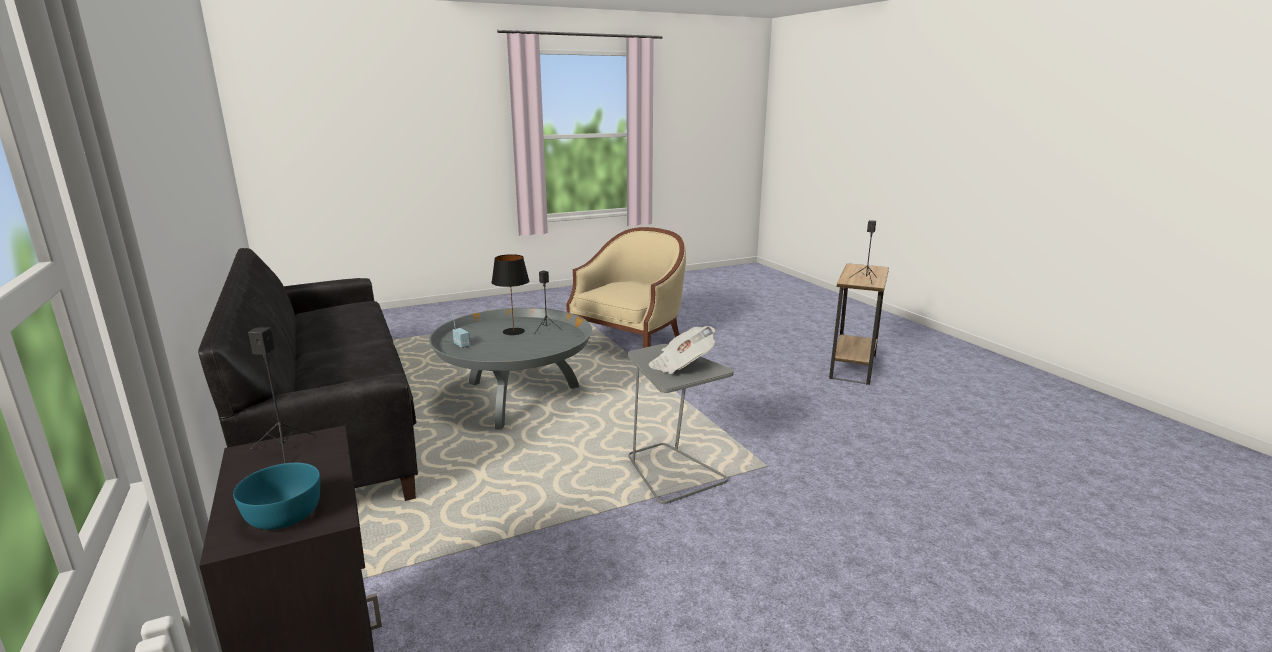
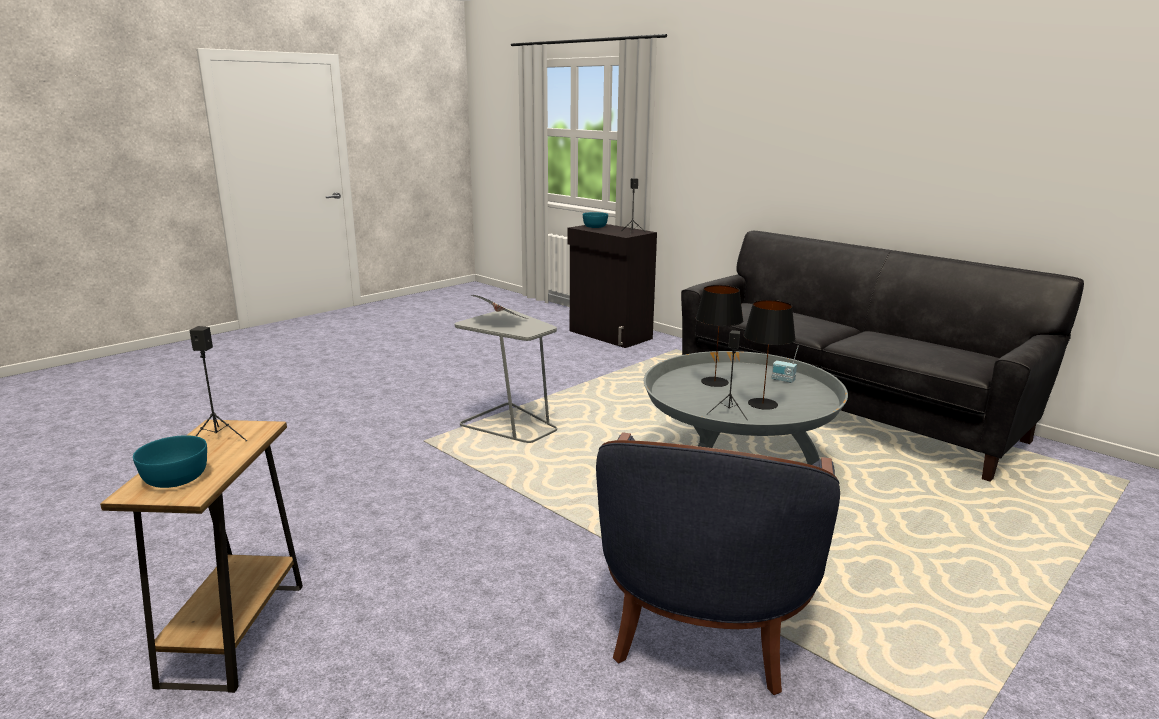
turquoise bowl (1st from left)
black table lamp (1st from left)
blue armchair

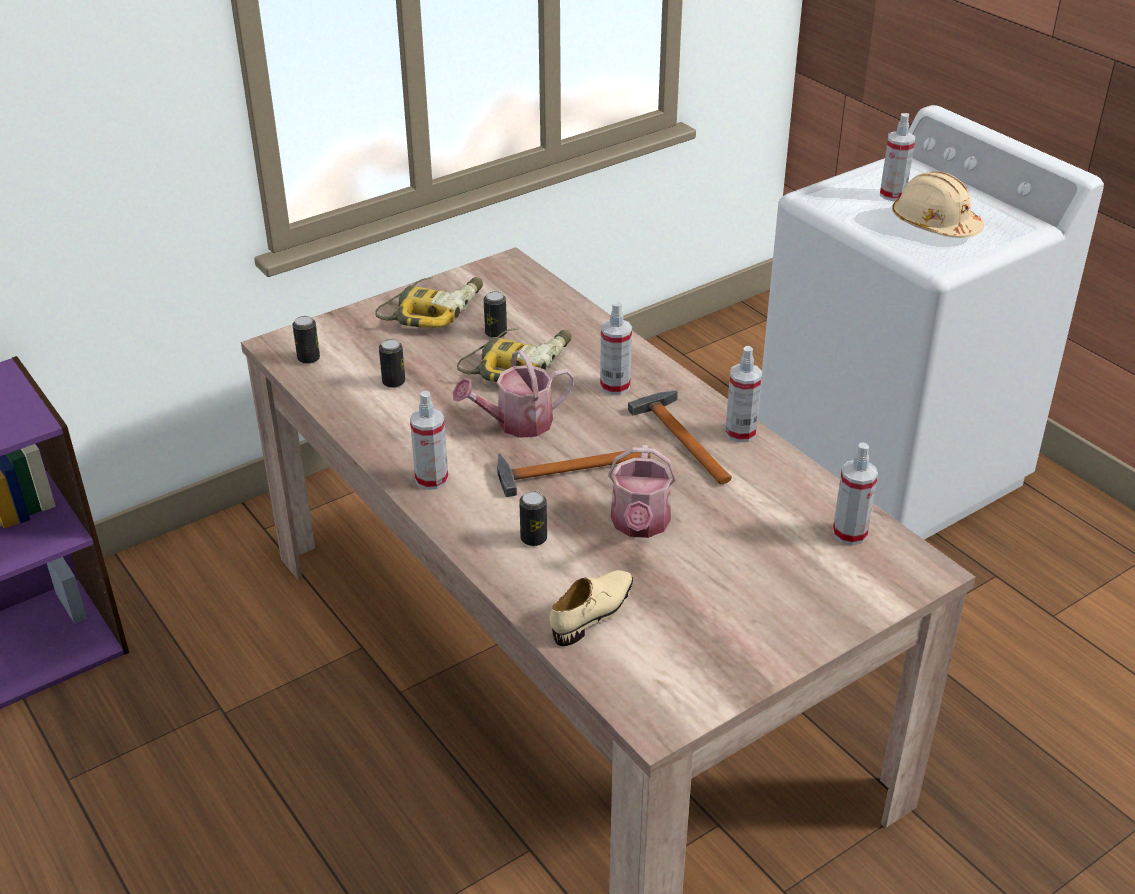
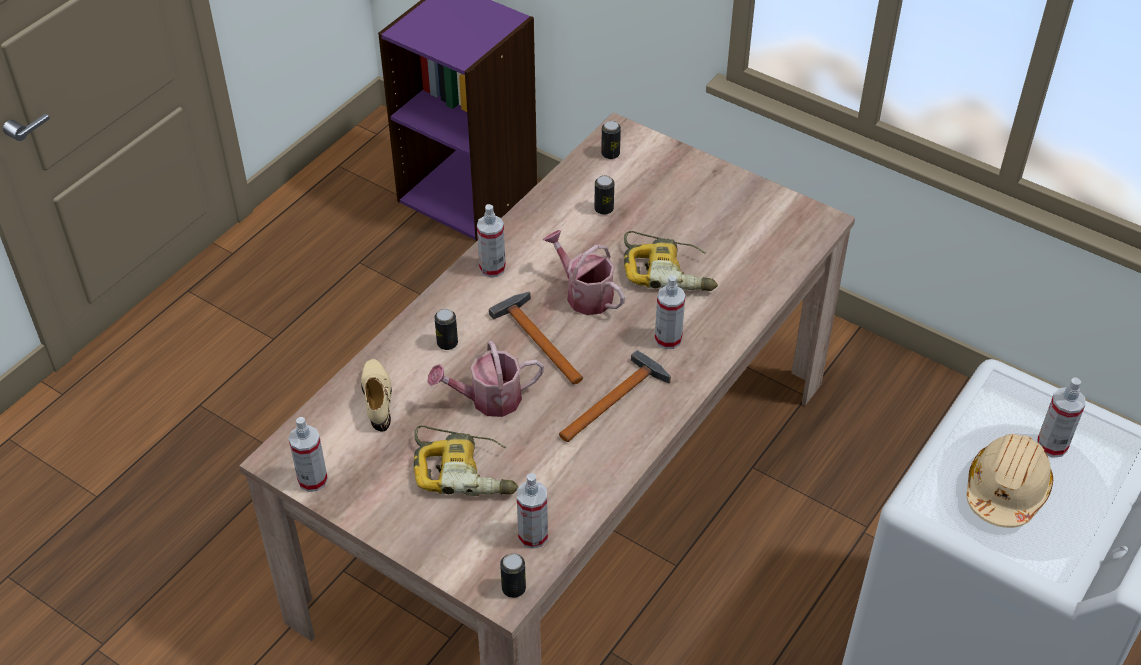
power drill (1st from left)
can (2nd from left)
spray bottle (1st from left)
beige shoe

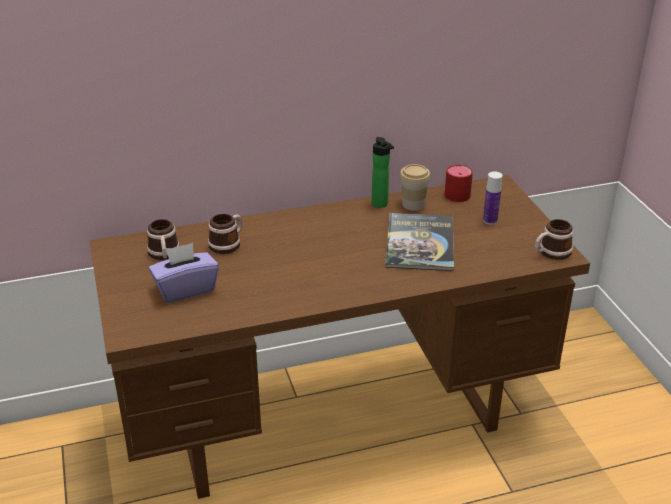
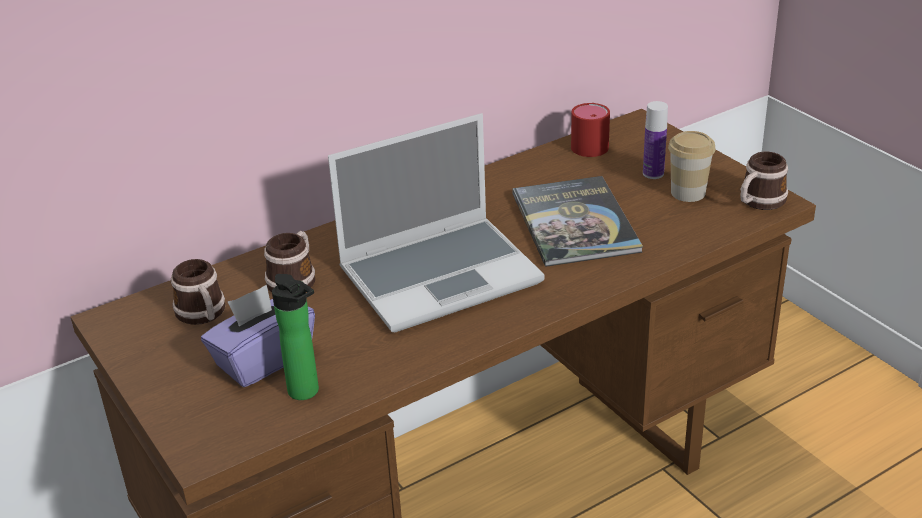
laptop
bottle (1st from left)
cup

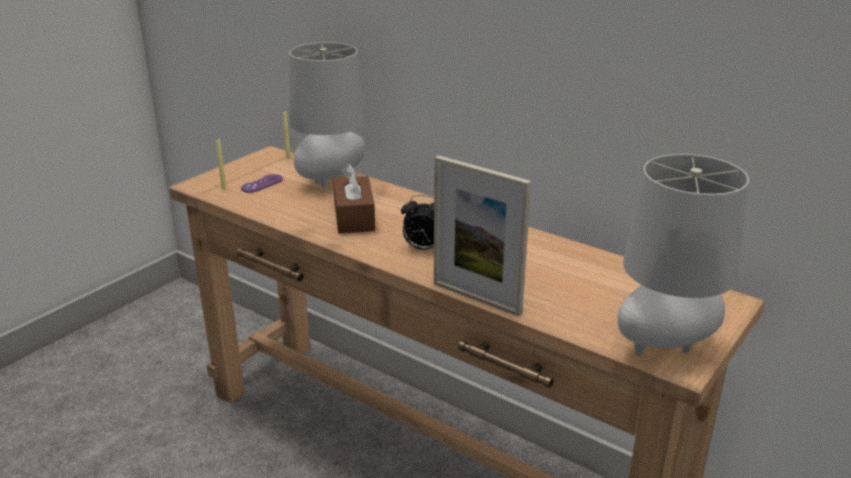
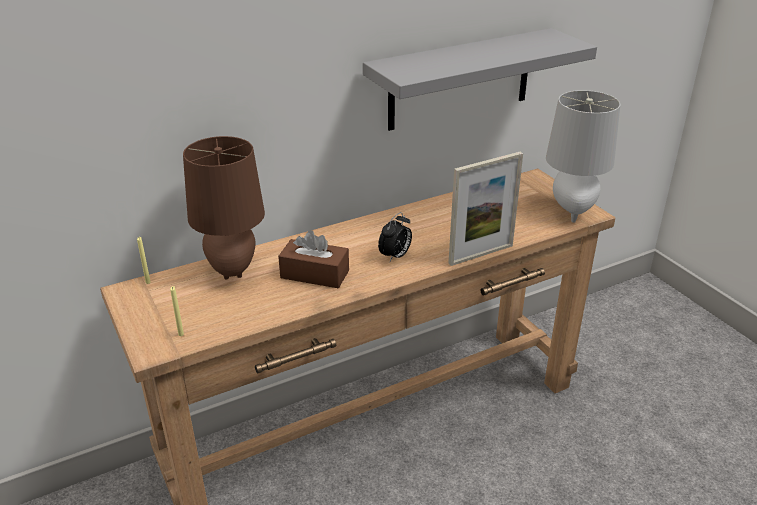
purple game controller
grey shelf
brown table lamp

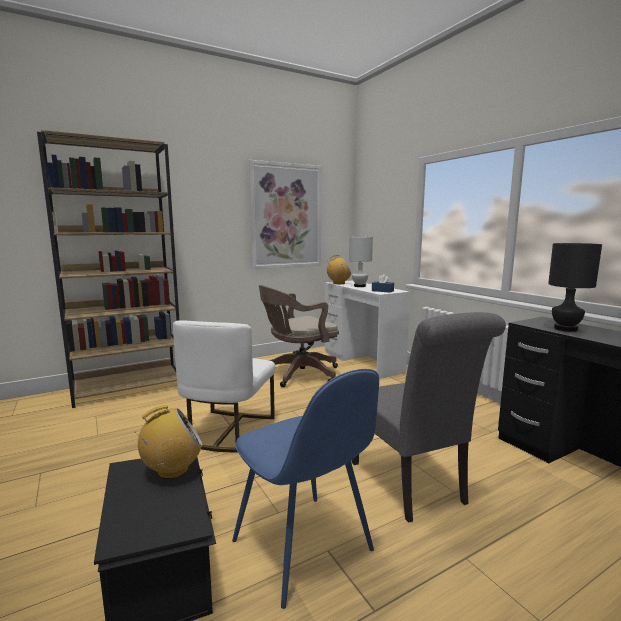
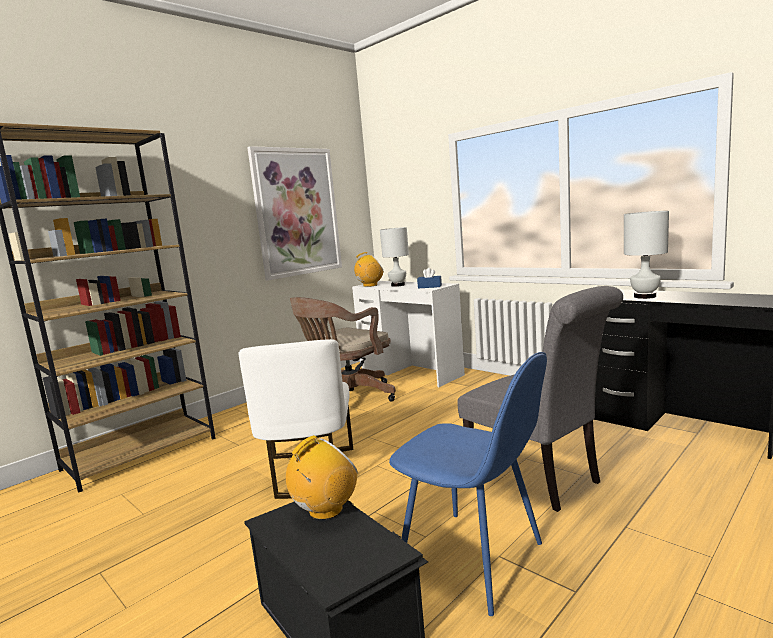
white table lamp (2nd from left)

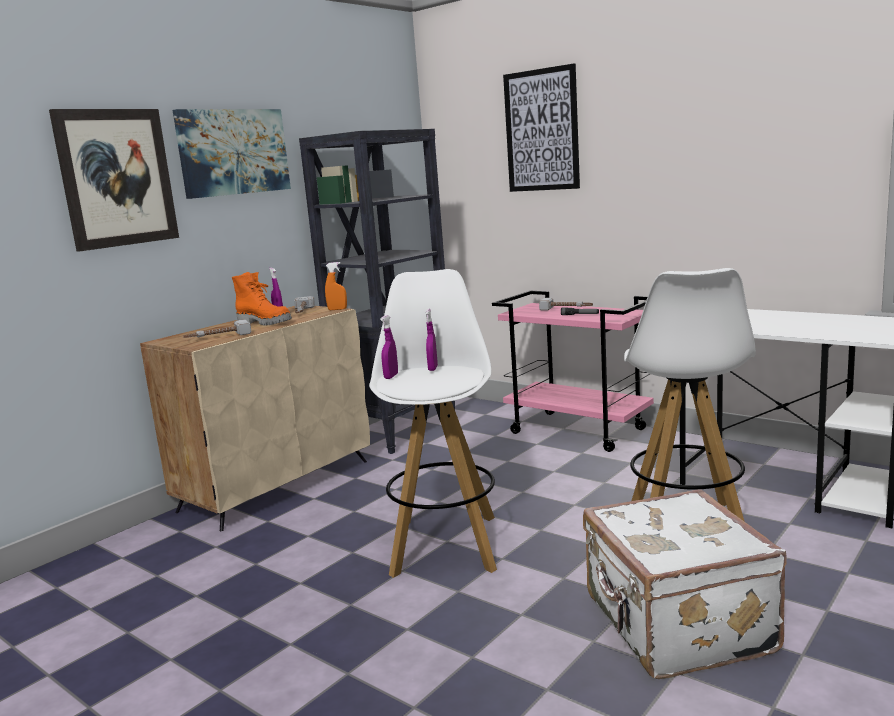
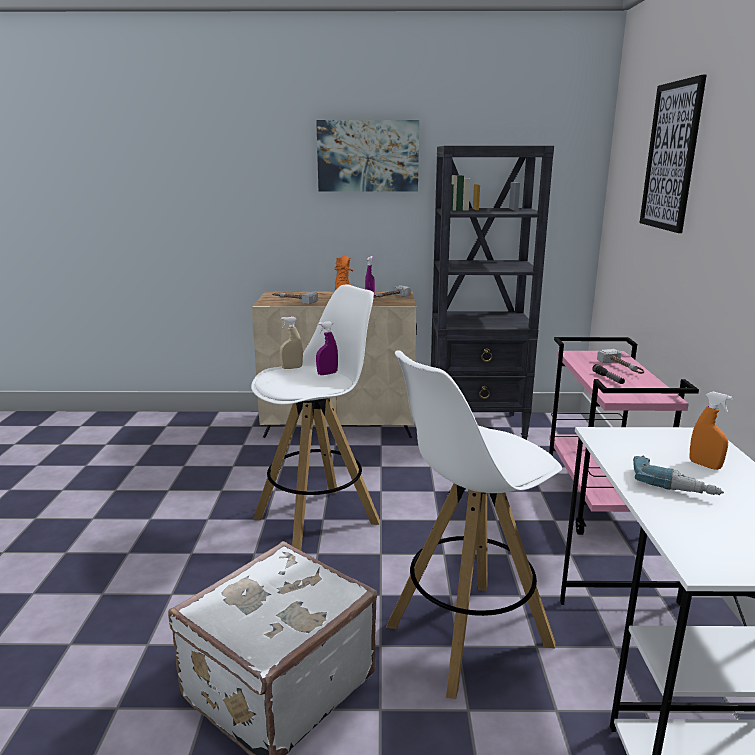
picture (1st from left in the first image)
power drill
orange spray bottle
beige spray bottle

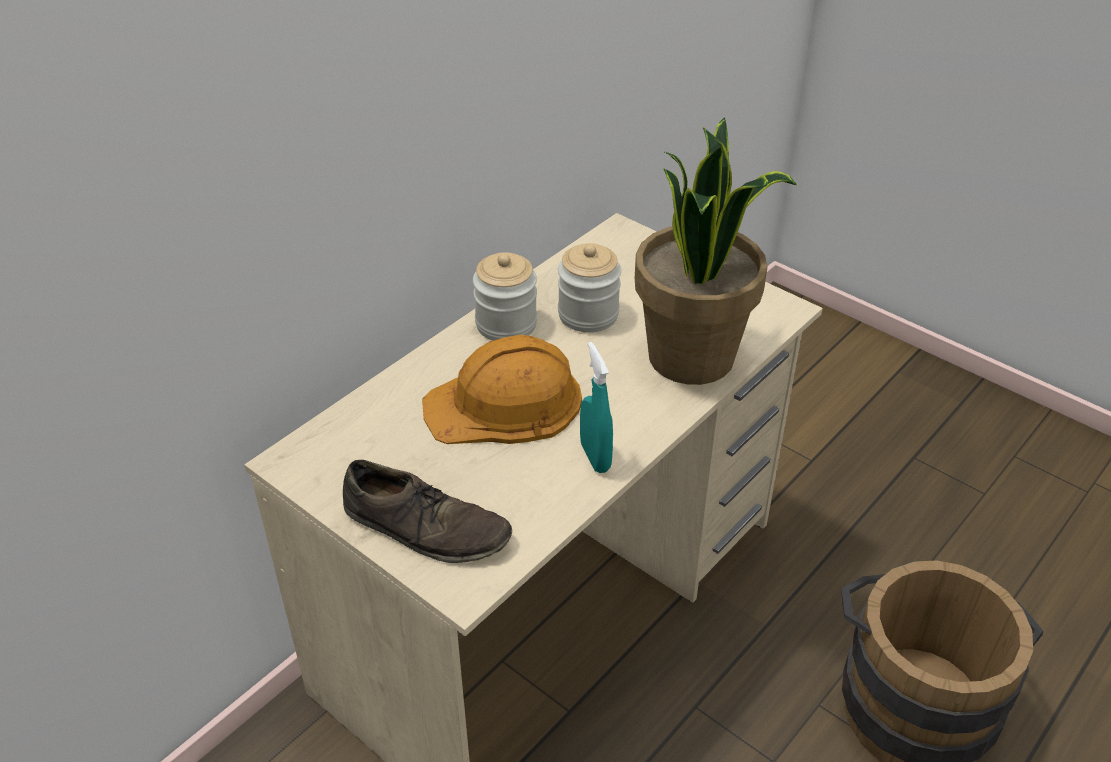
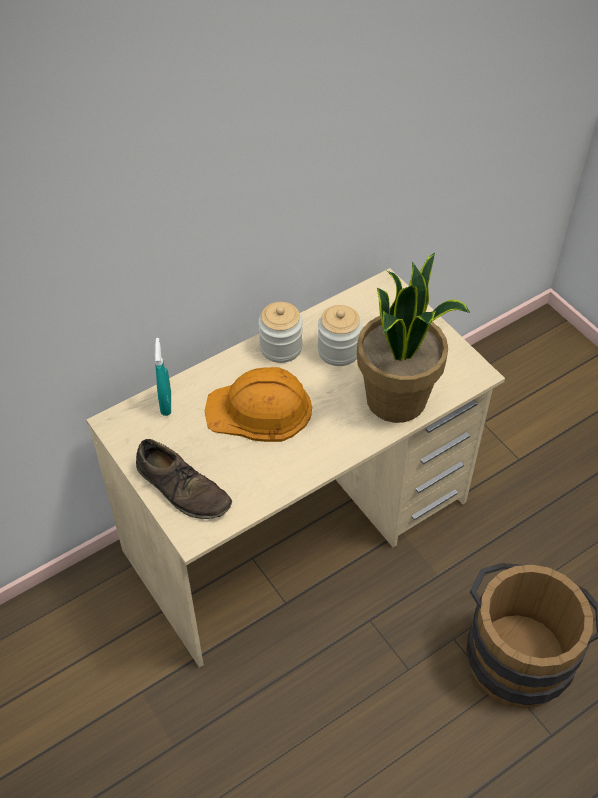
turquoise spray bottle

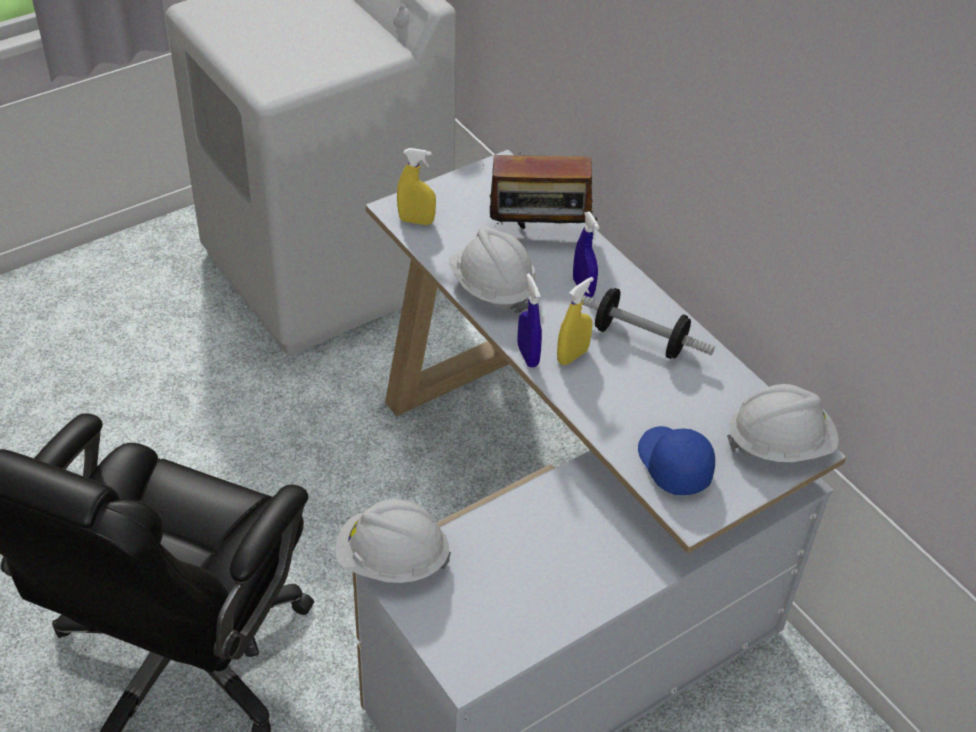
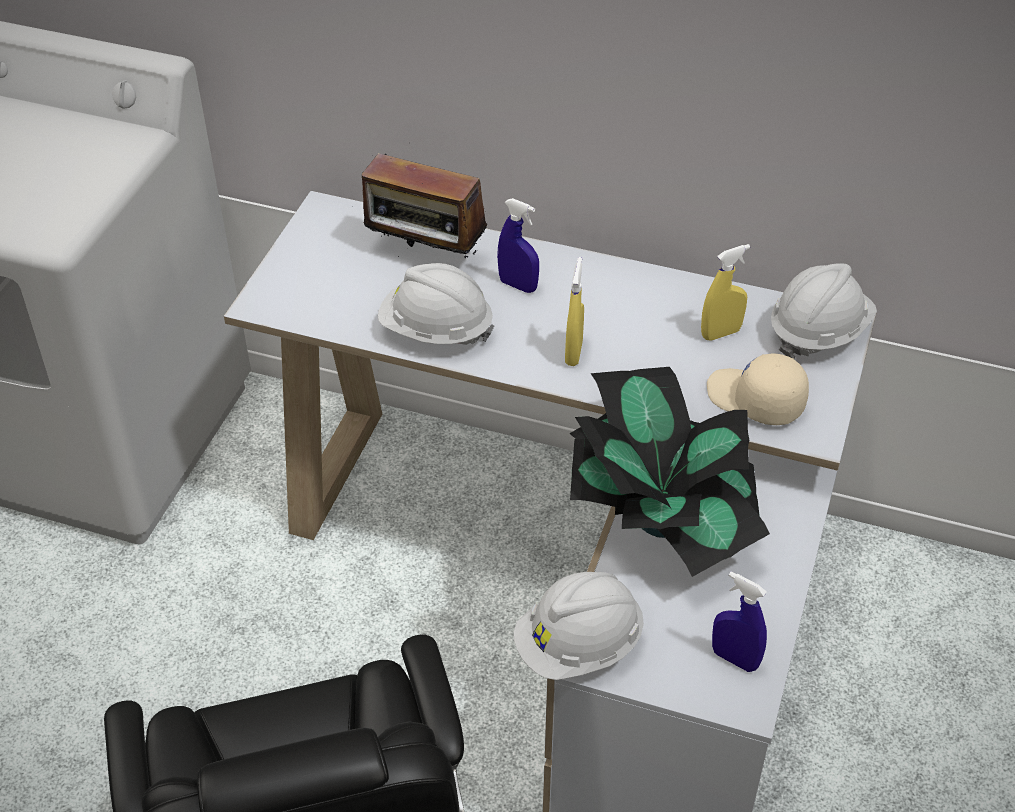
dumbbell
potted plant
yellow spray bottle (2nd from left)
blue spray bottle (2nd from left)
beige cap
radio

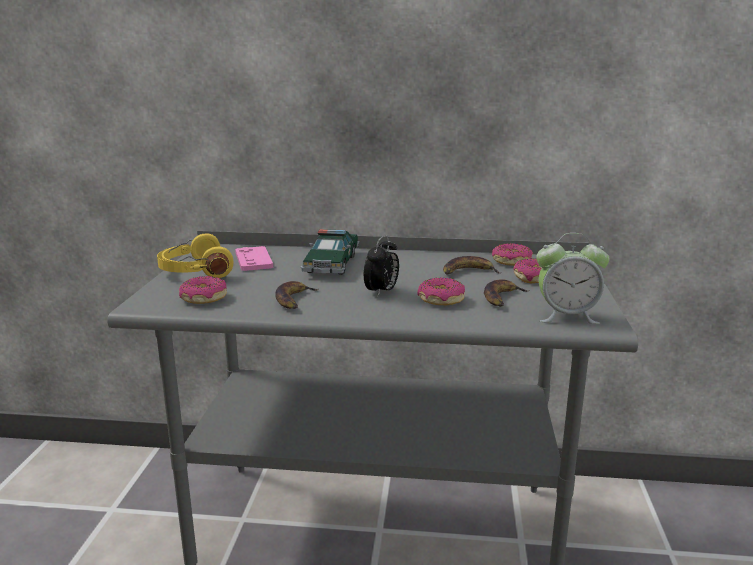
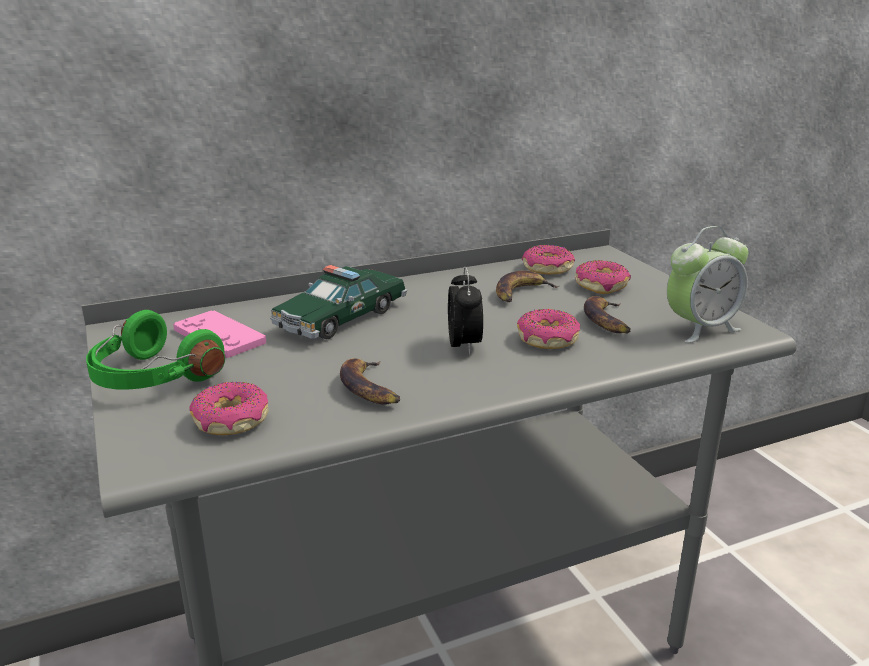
green headphones
toy car

